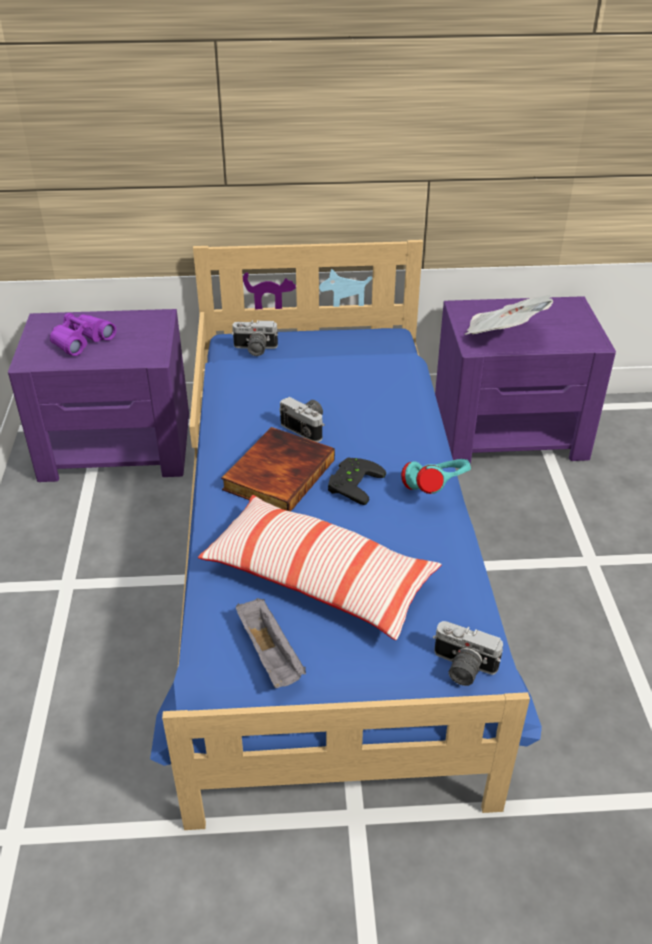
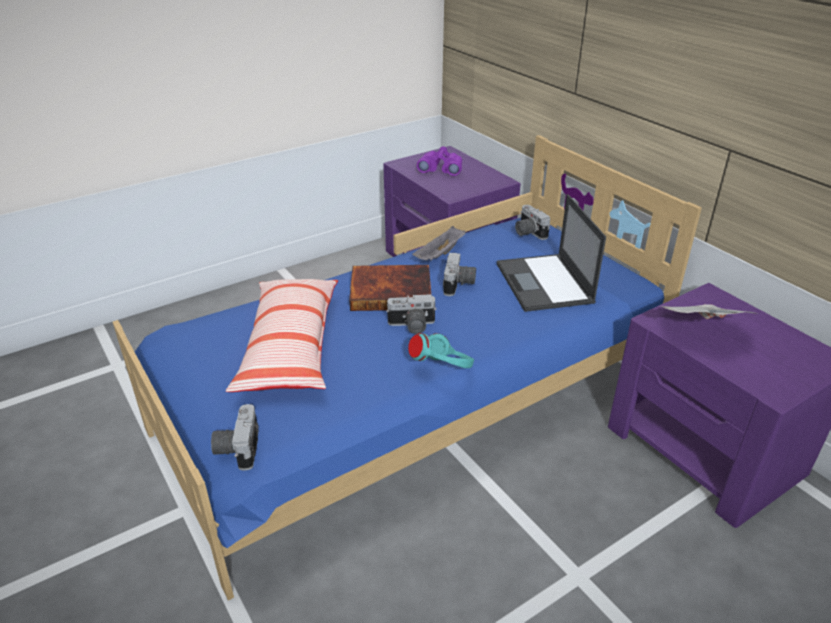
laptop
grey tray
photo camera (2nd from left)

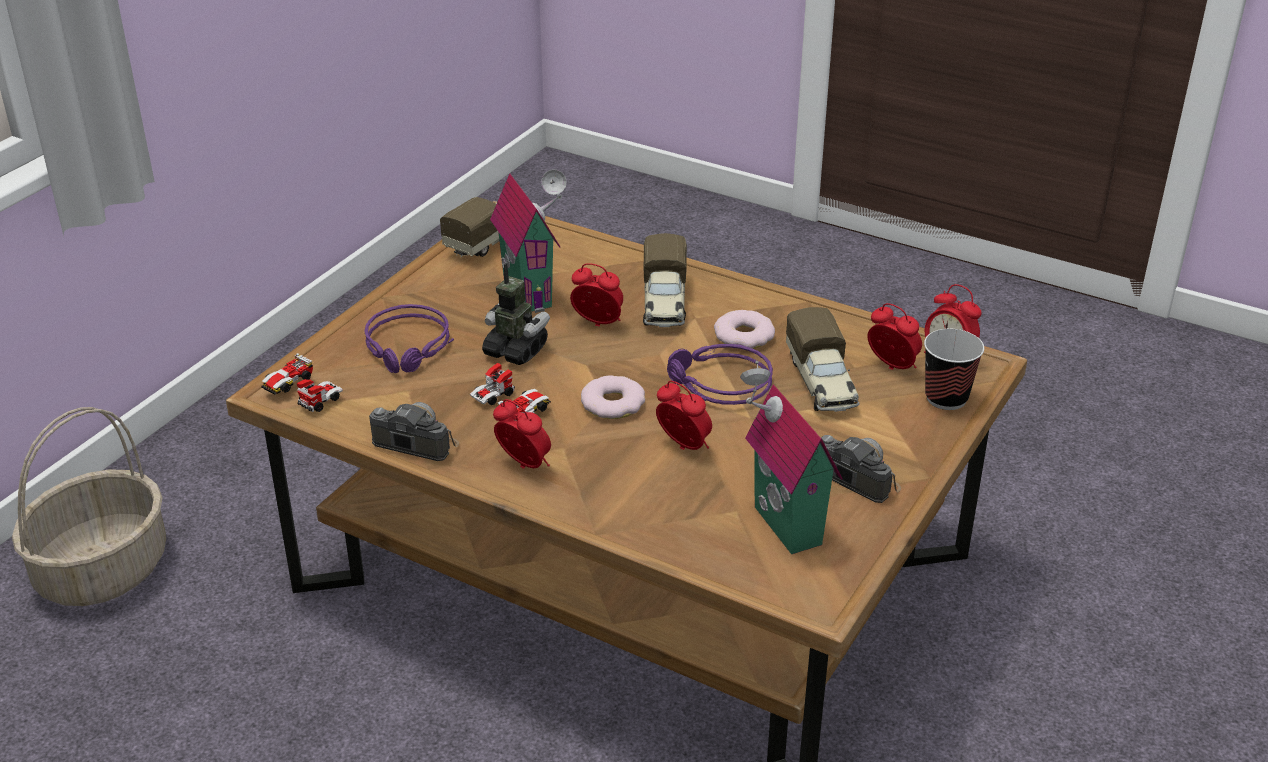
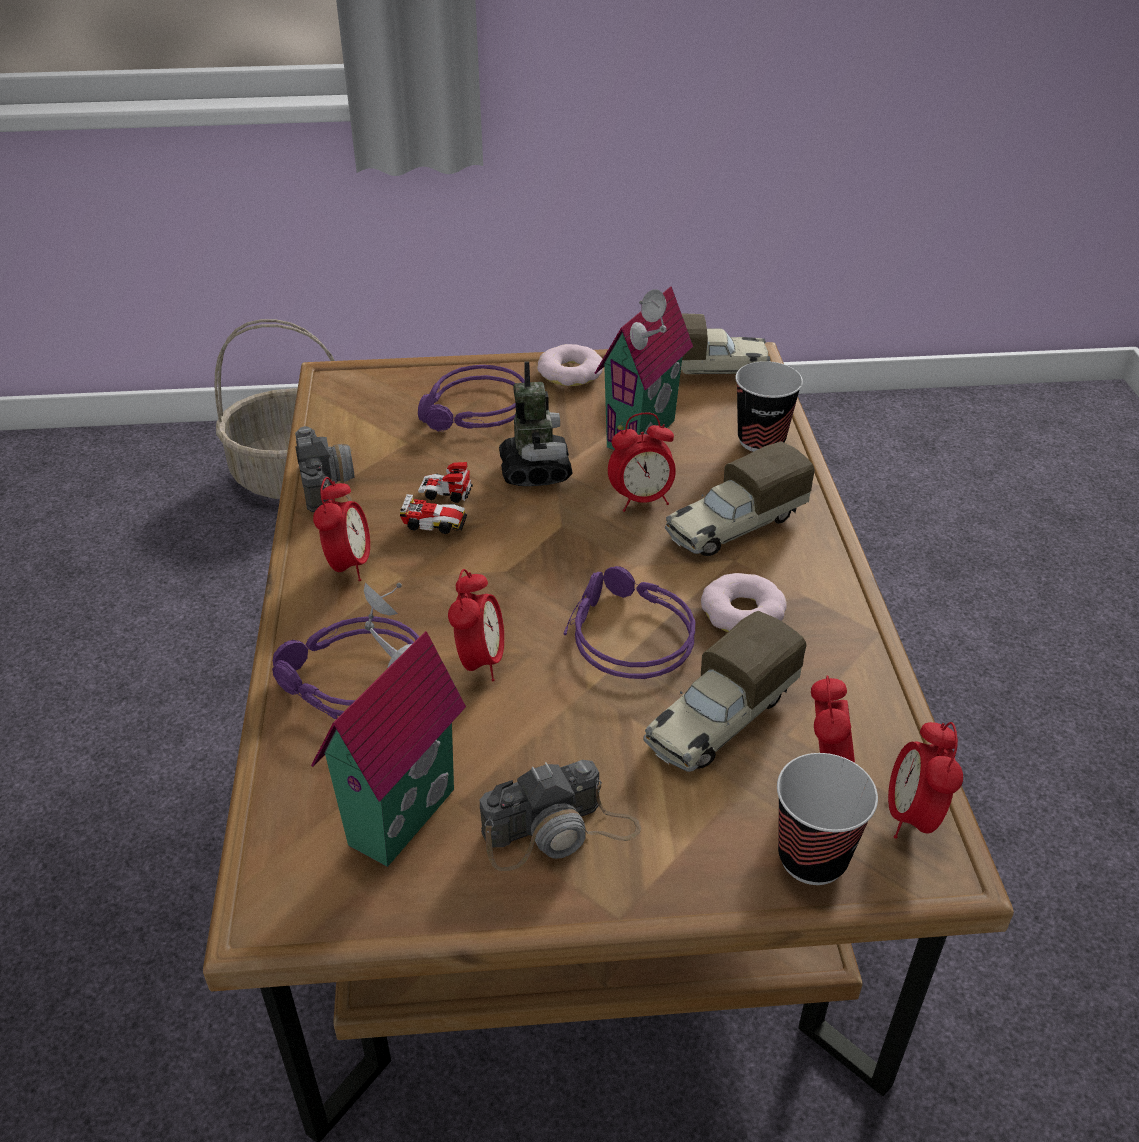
toy car (1st from left in the first image)
purple headphones (1st from left)
cup (1st from left)
donut (1st from left)
alarm clock (3rd from left)
photo camera (2nd from left)

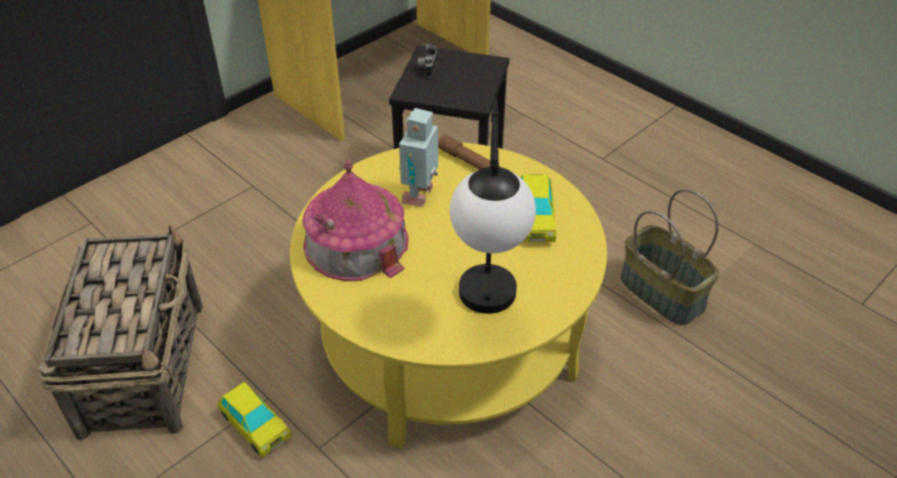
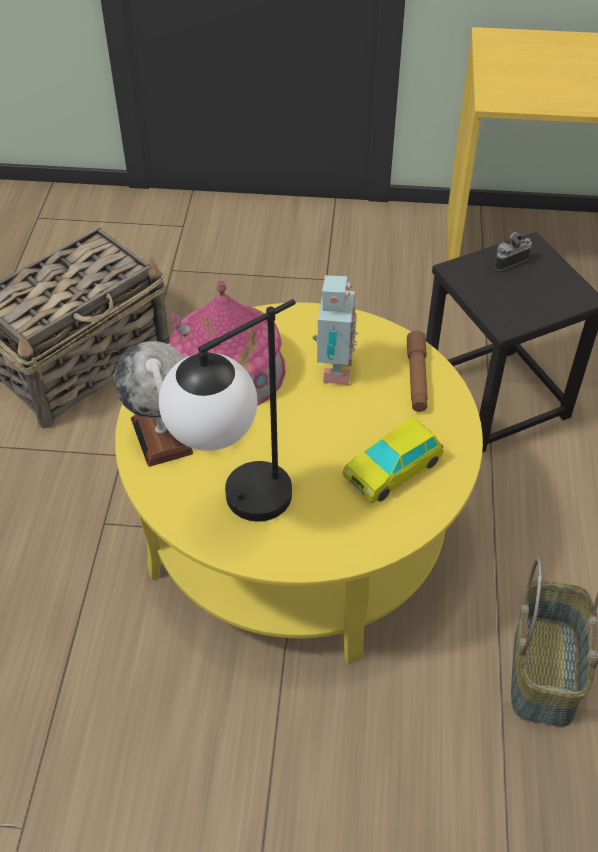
toy car (1st from left in the first image)
globe
toy robot

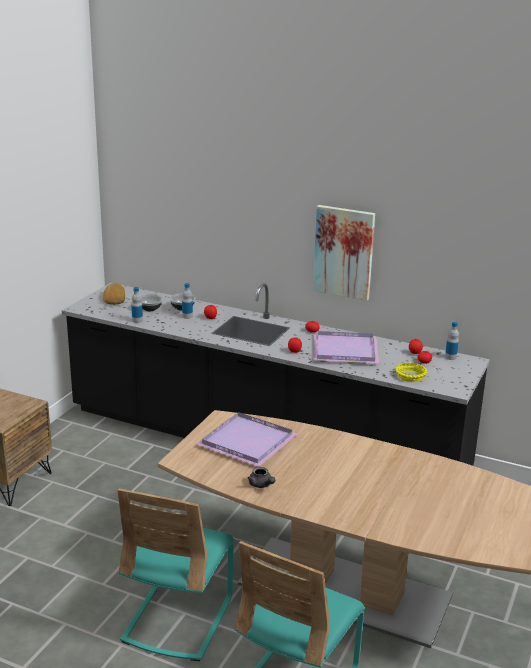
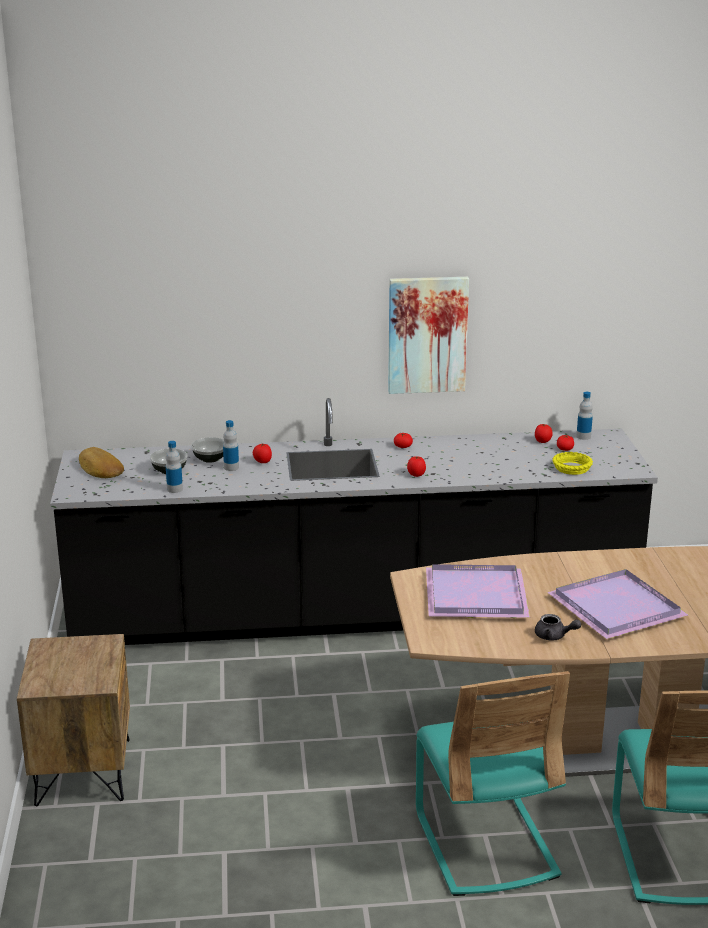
purple tray (2nd from left)

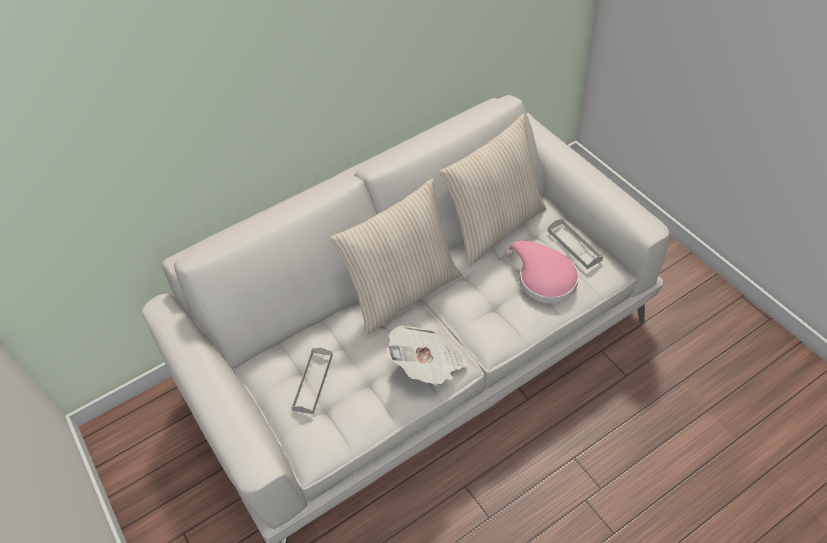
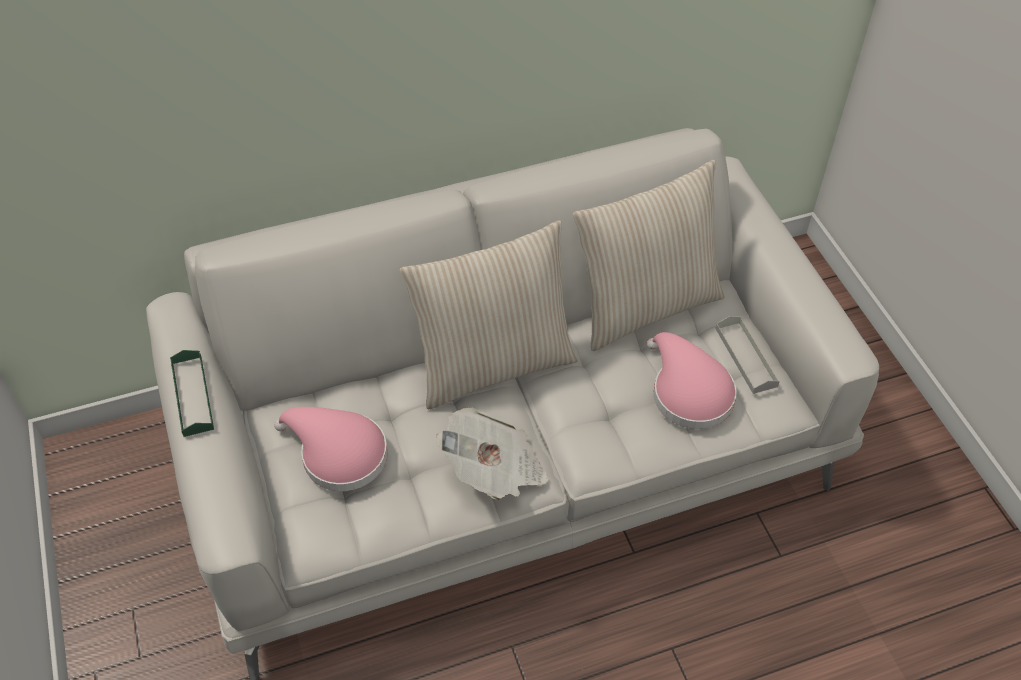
green tray
pink hat (1st from left)

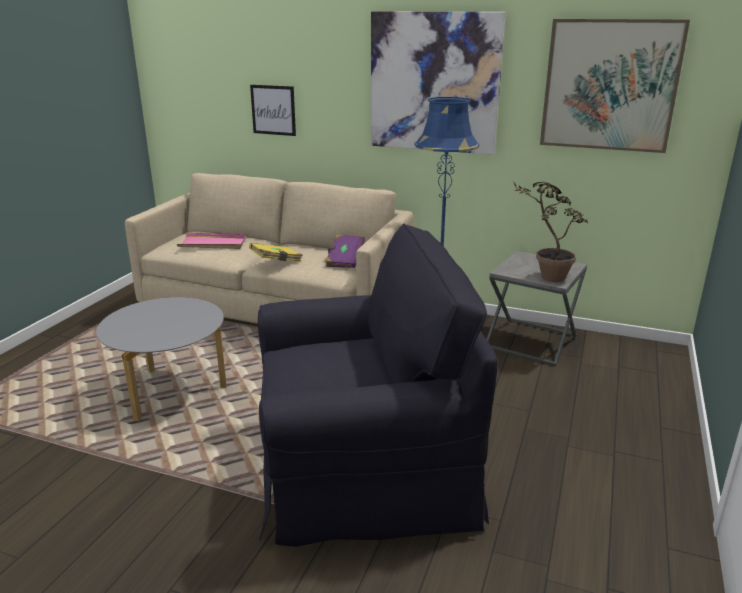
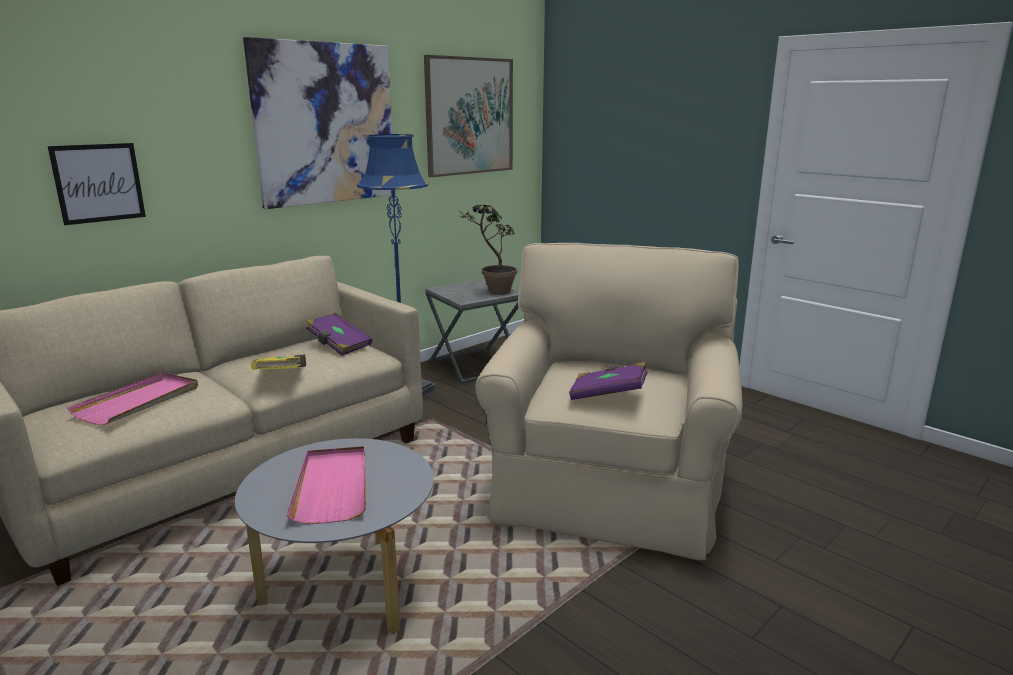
pink tray (2nd from left)
purple book (2nd from left)
beige armchair

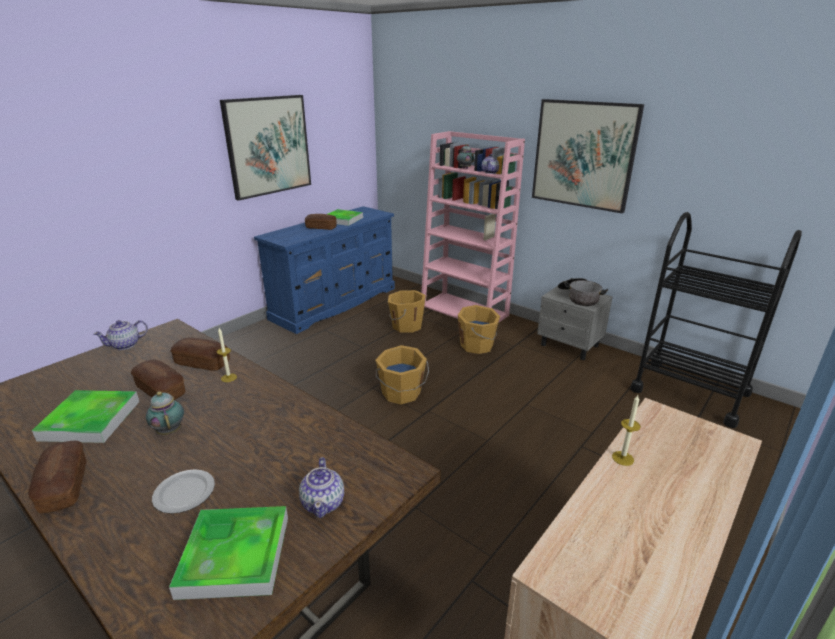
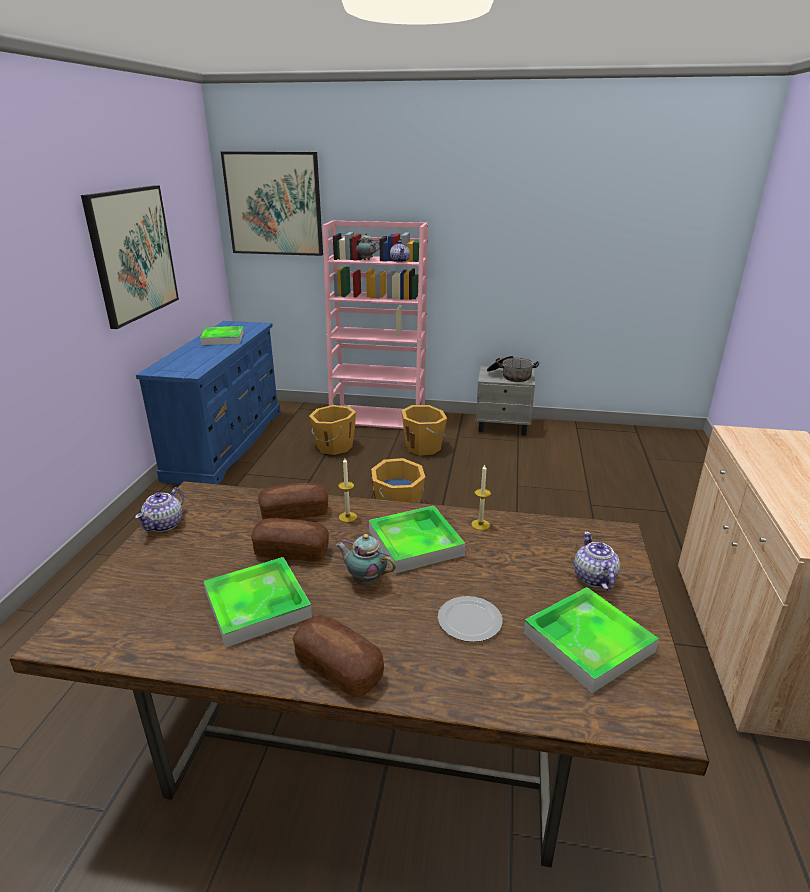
bread (4th from left in the first image)
black cart
tray (3rd from left)
picture (2nd from left)
candle (2nd from left)
teapot (5th from left)

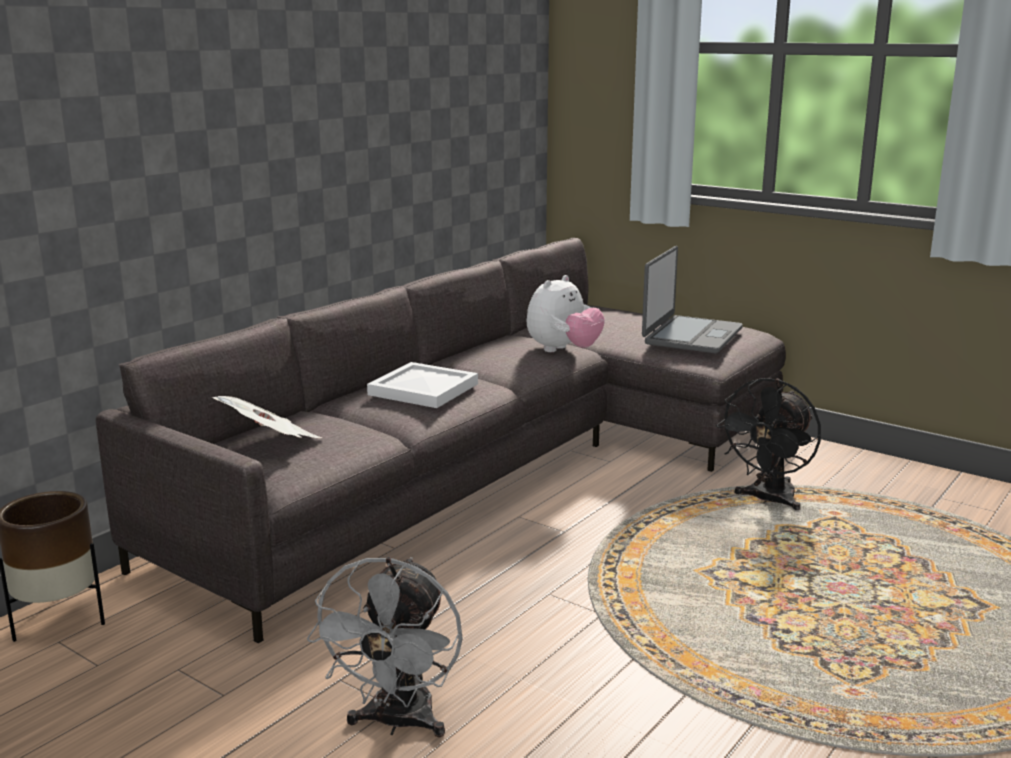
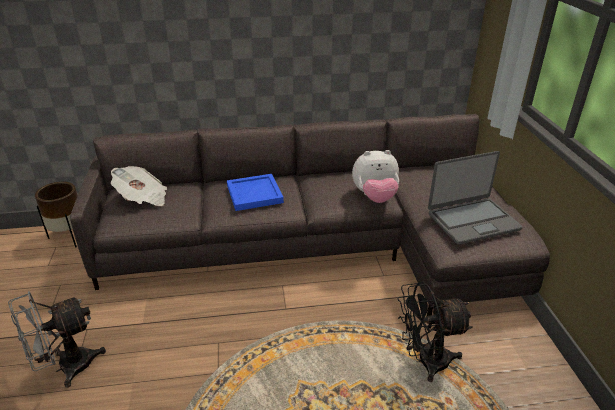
blue tray

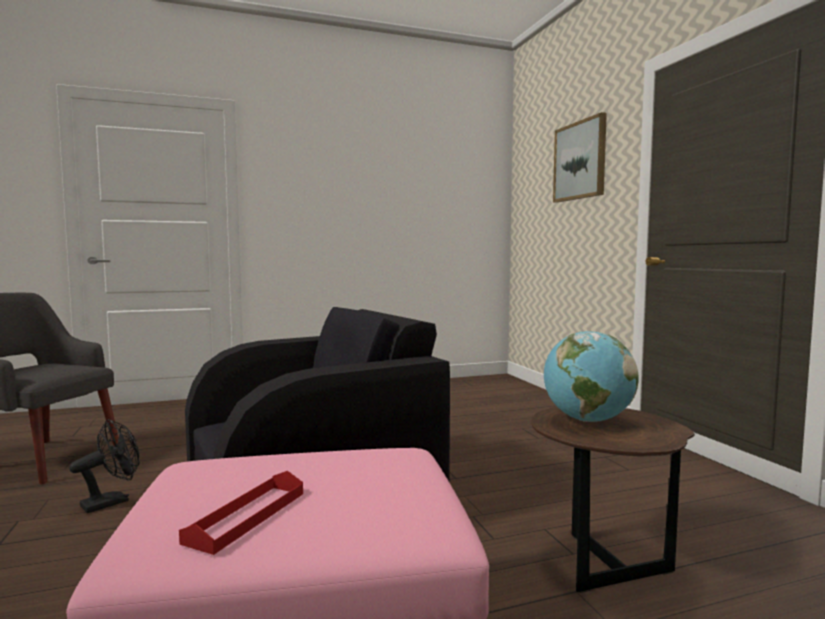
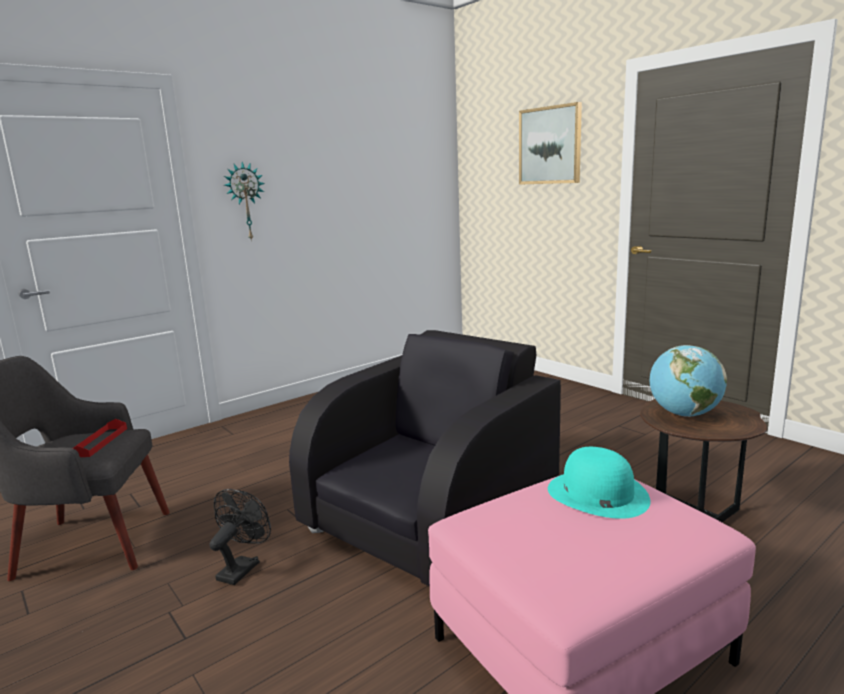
wall clock
turquoise hat
red tray

